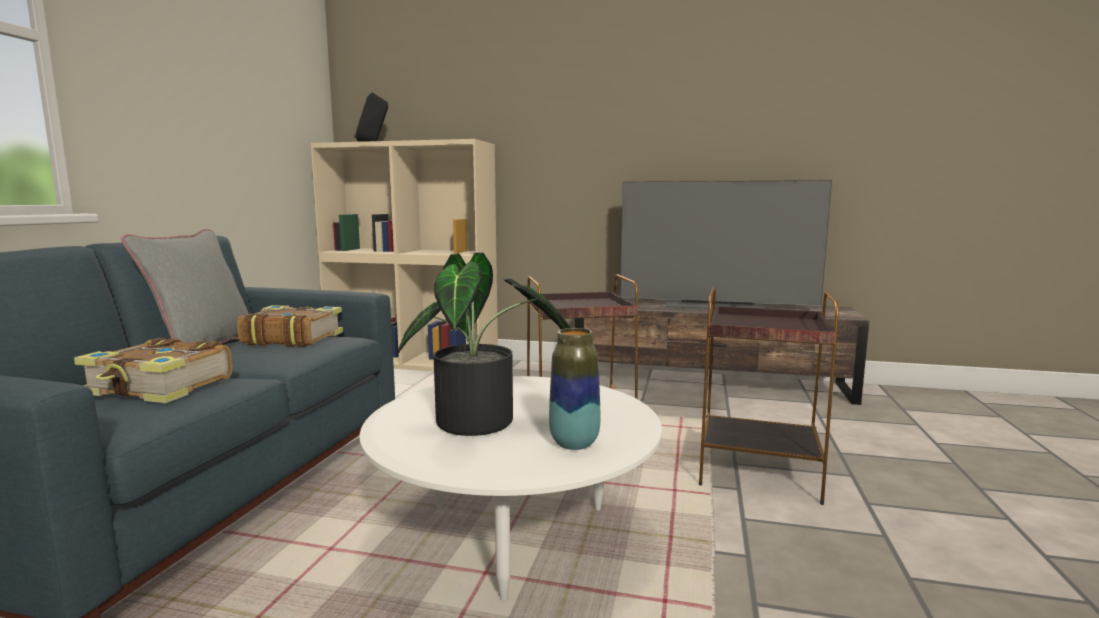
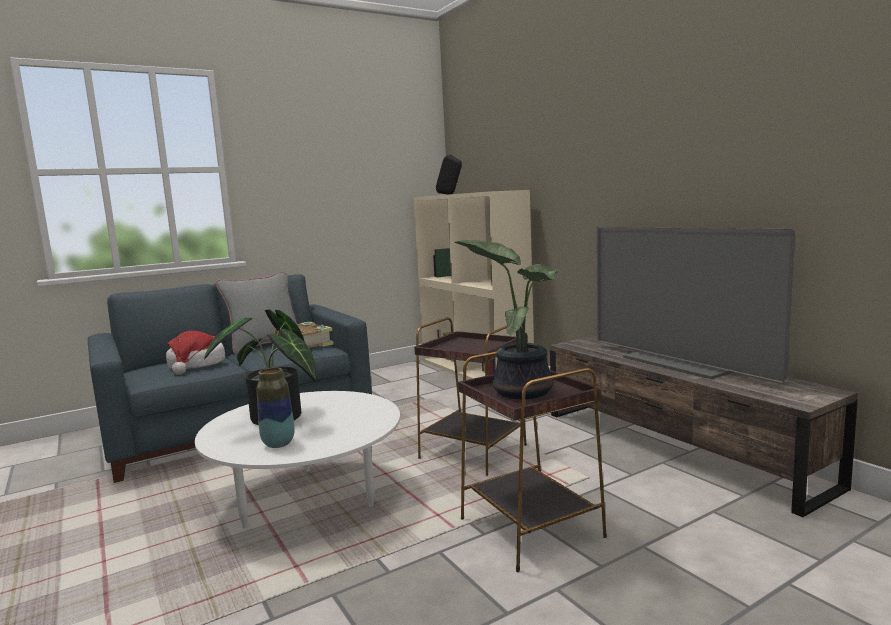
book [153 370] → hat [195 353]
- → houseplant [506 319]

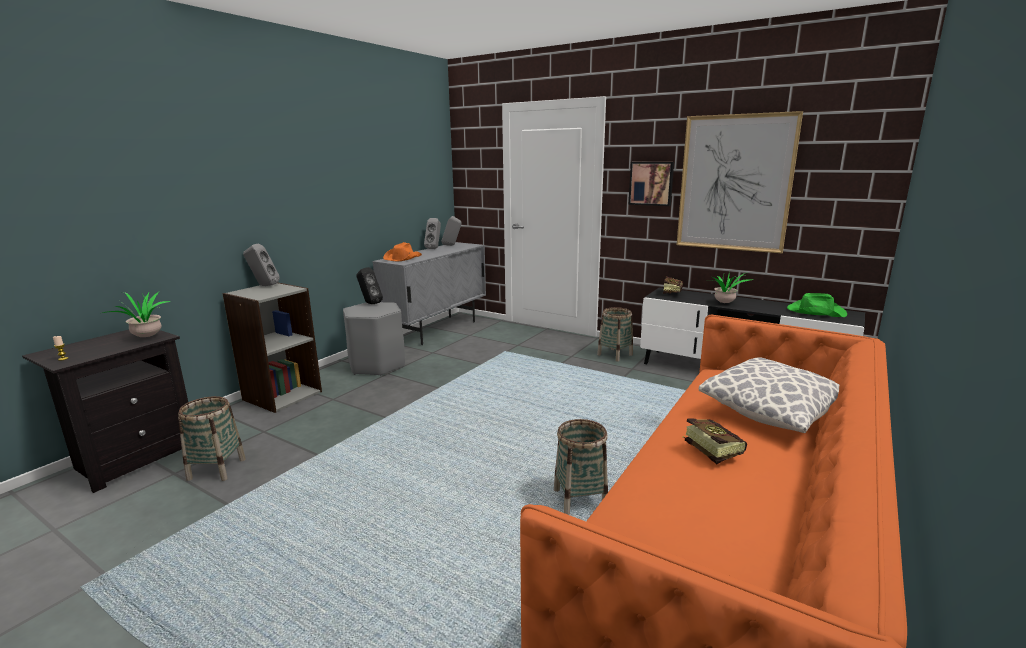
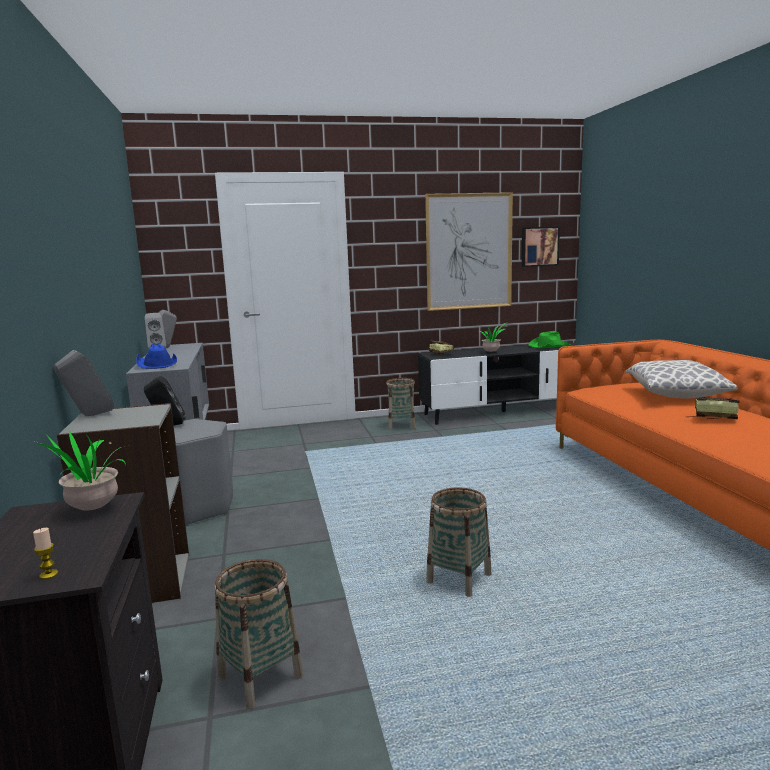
orange hat [402 251] → bluish hat [156 356]
household basket [581 467] → household basket [458 542], shifted
picture [651 184] → picture [541 246], shifted

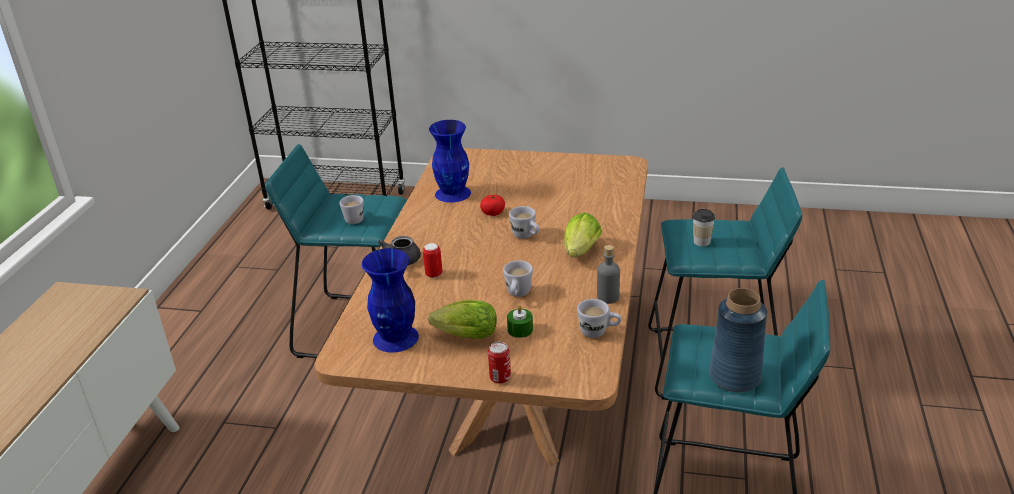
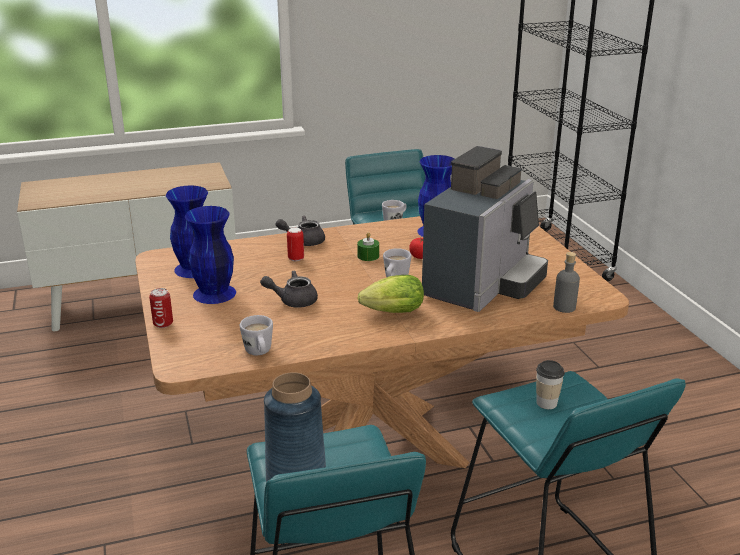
lettuce [462 319] → bluish decorative vase [210 255]
white tea mug [518 278] → gray tea pot [289 289]
green-coloured candle [520 321] → green-coloured candle [368 246], shifted
gray drink bottle [608 274] → gray drink bottle [566 282], shifted
- → coffee maker [485 229]

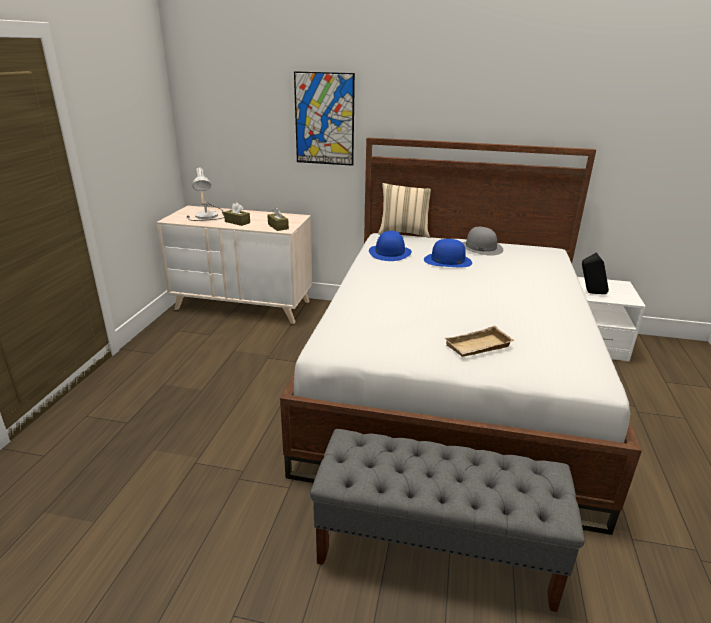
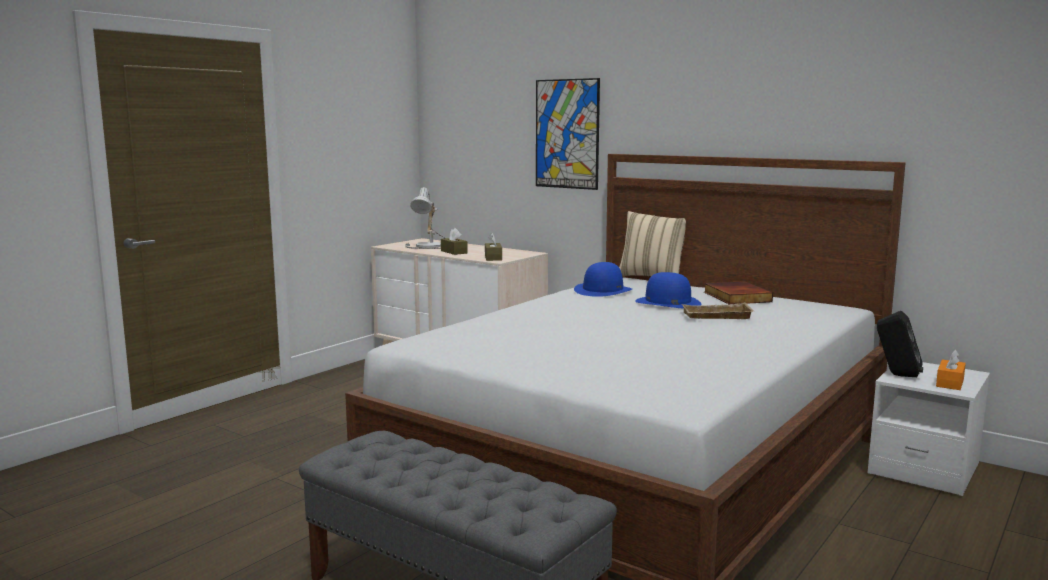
beige serving tray [480 341] → beige serving tray [718 311], shifted
gray hat [482 241] → book [738 292]
- → orange box of tissues [951 370]

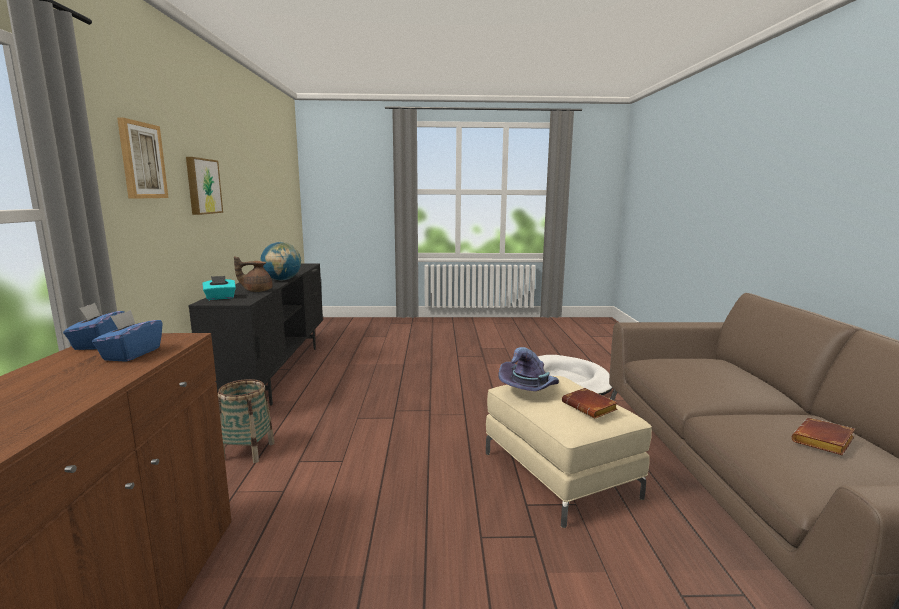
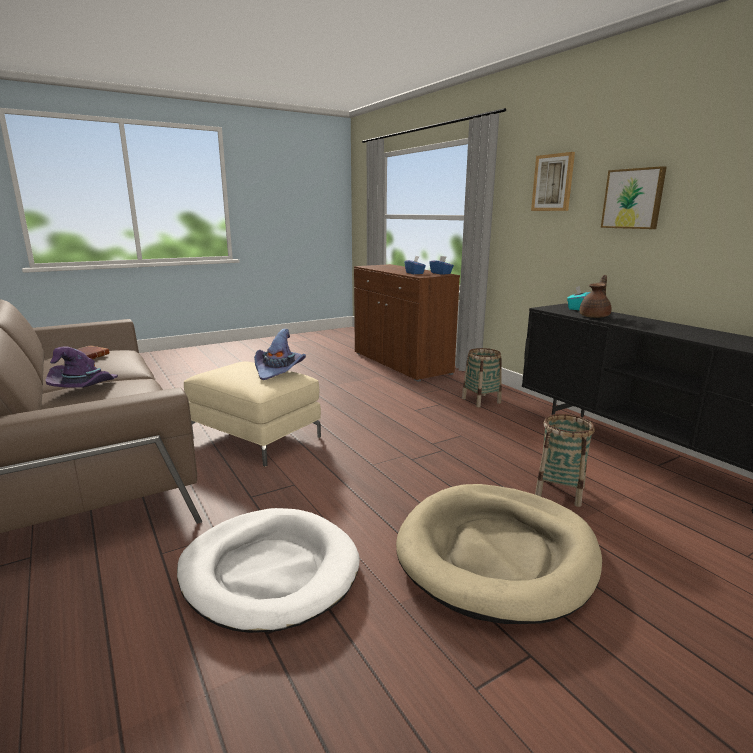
globe [280 261] → -
brownish book [590 403] → -
- → purple-coloured hat [82 367]
- → beige pet bed [499 554]
- → household basket [565 460]

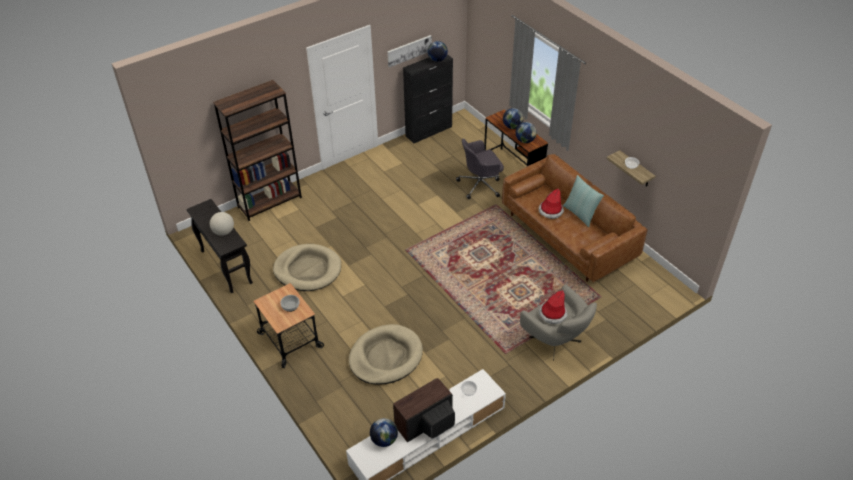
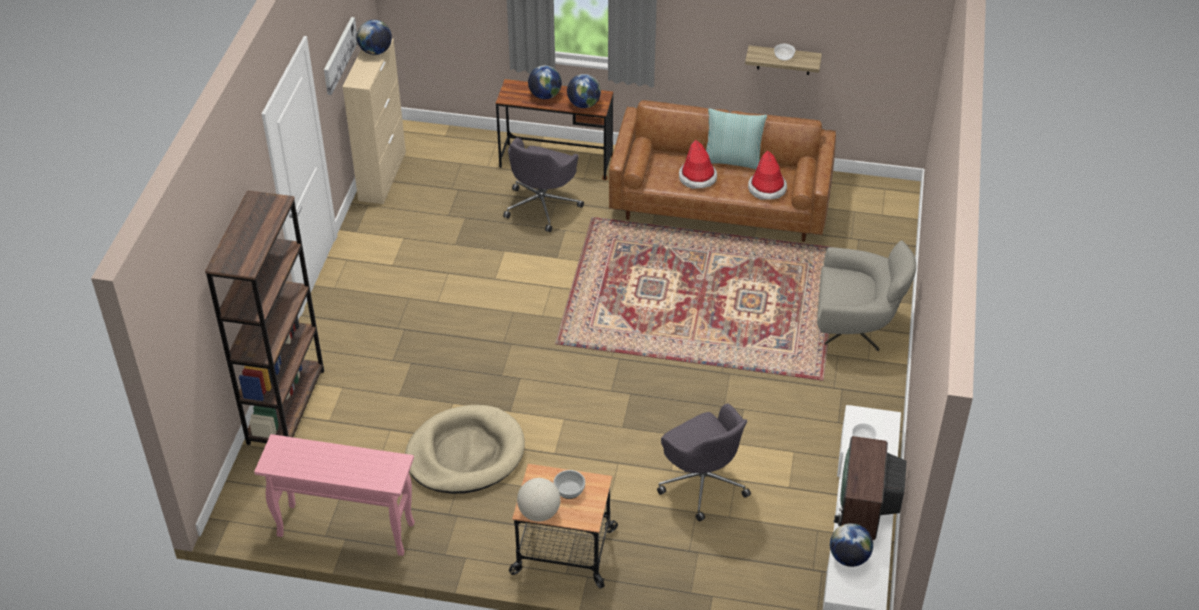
blackish narrow table [219 246] → pinkish narrow table [334 495]
globe [222 224] → globe [539 500], shifted
beige pet bed [386 354] → gray office chair [704 462]
blackish cabinet [428 98] → beige cabinet [374 121]
hat [553 307] → hat [767 175], shifted

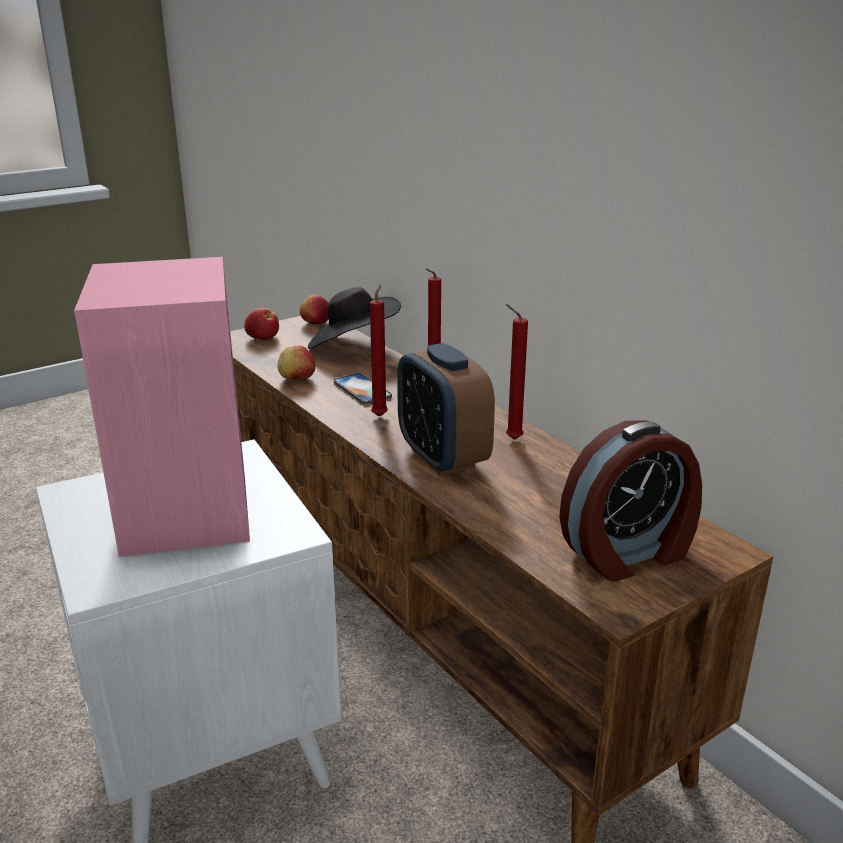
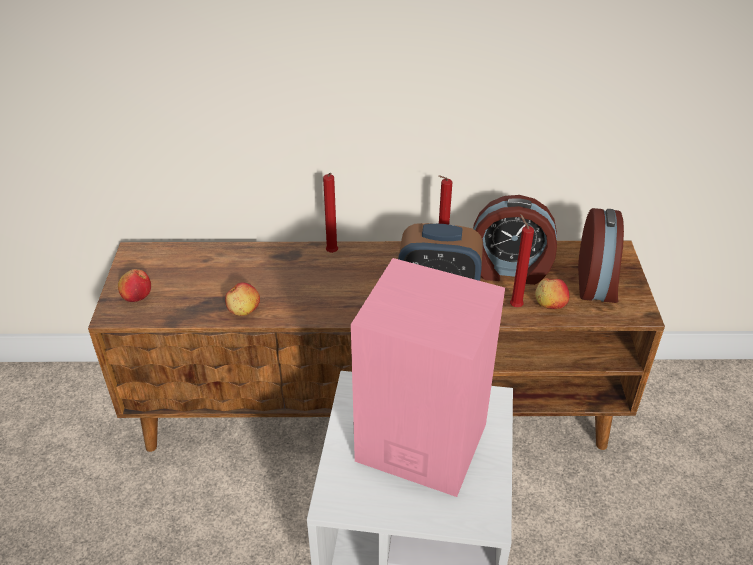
whole apple [314 309] → whole apple [552 293], shifted
blackish hat [354 318] → -
telephone [363 388] → -
red candle [379 350] → red candle [522 260], shifted
- → bedside clock [515 240]

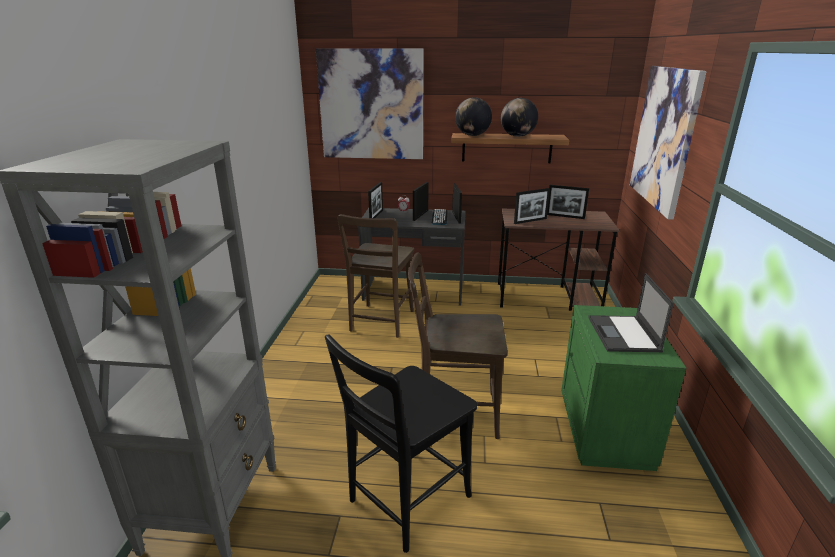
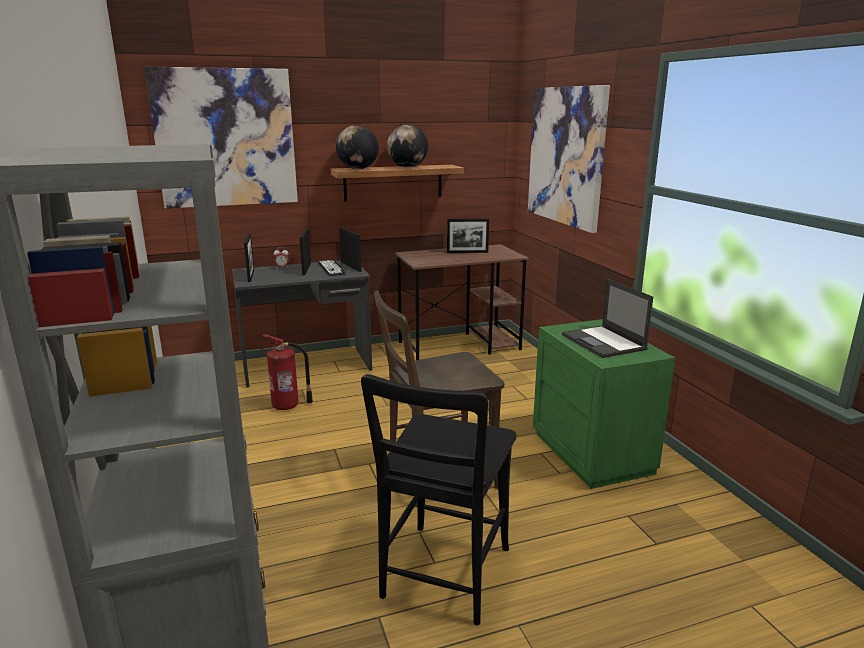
brownish plain chair [375 276] → fire-fighting cylinder [287 372]
photo frame [532 206] → -

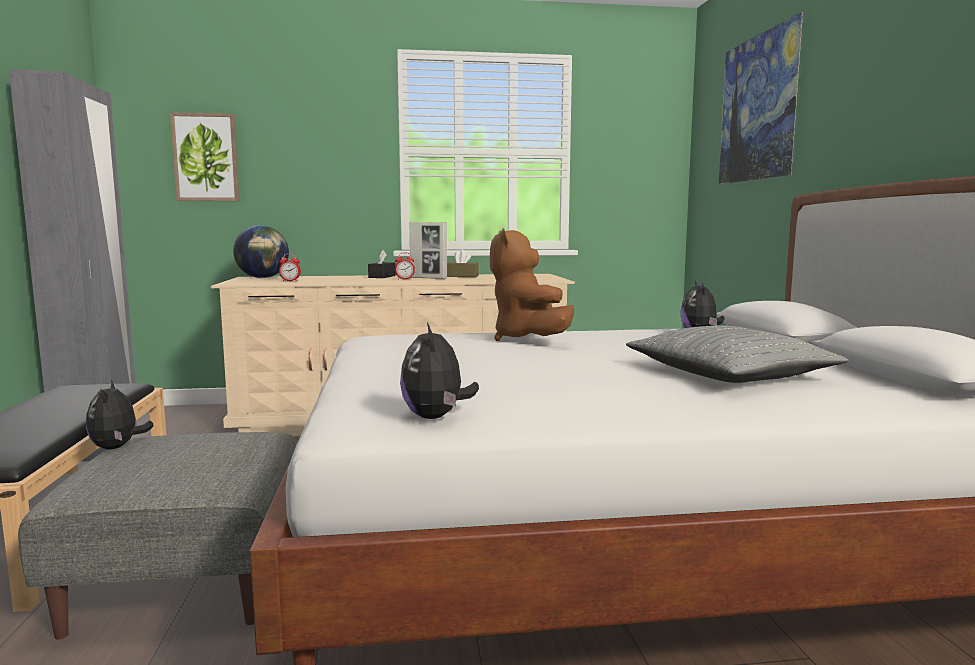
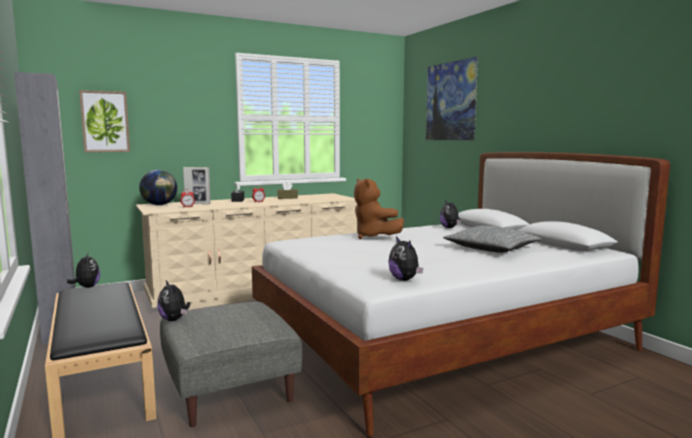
photo frame [428 250] → photo frame [197 185], shifted
- → cuddly toy [83 270]

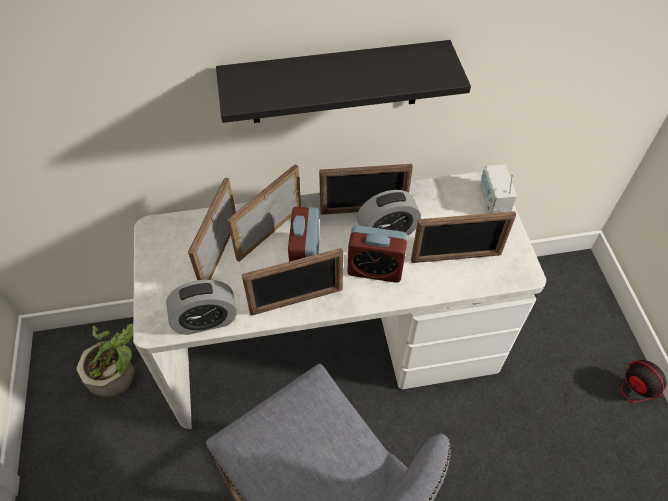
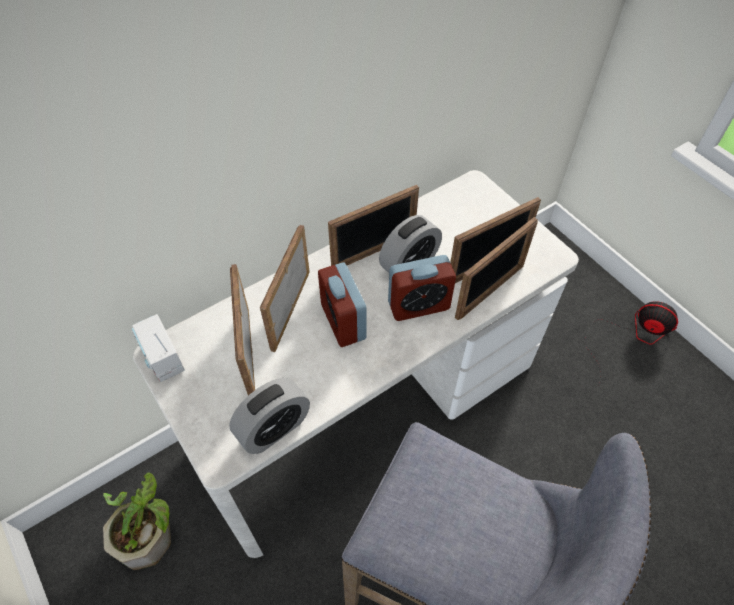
blackish shelf [343 81] → -
photo frame [292 281] → photo frame [496 268], shifted
radio set [498 188] → radio set [158 348], shifted

